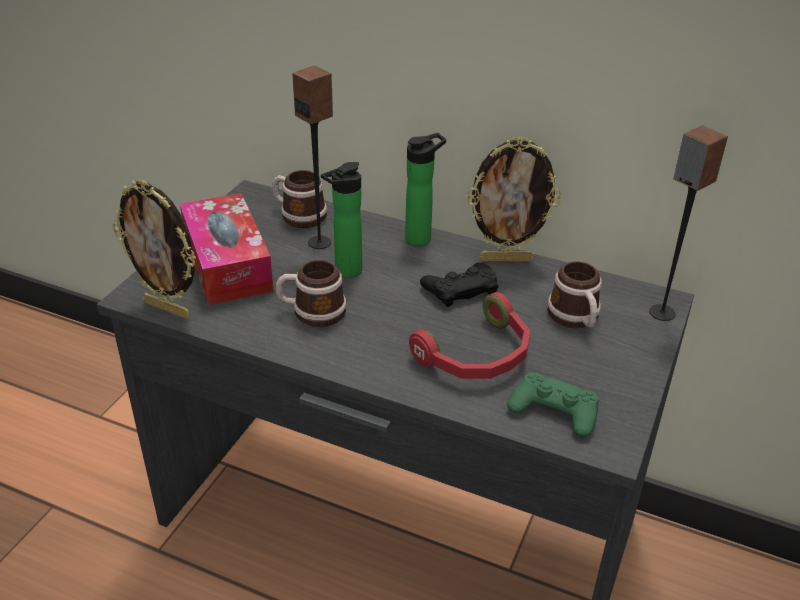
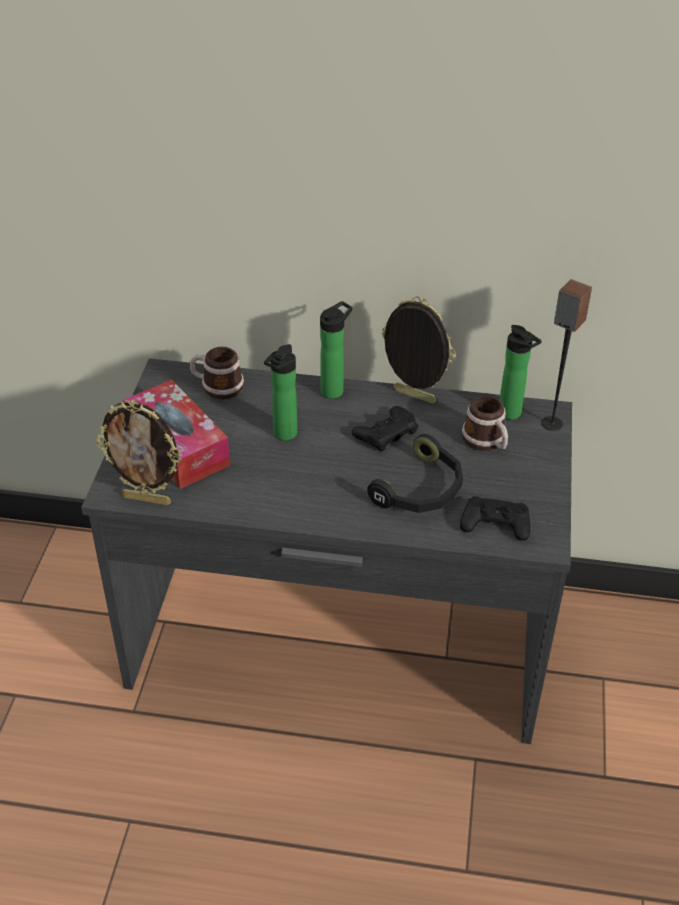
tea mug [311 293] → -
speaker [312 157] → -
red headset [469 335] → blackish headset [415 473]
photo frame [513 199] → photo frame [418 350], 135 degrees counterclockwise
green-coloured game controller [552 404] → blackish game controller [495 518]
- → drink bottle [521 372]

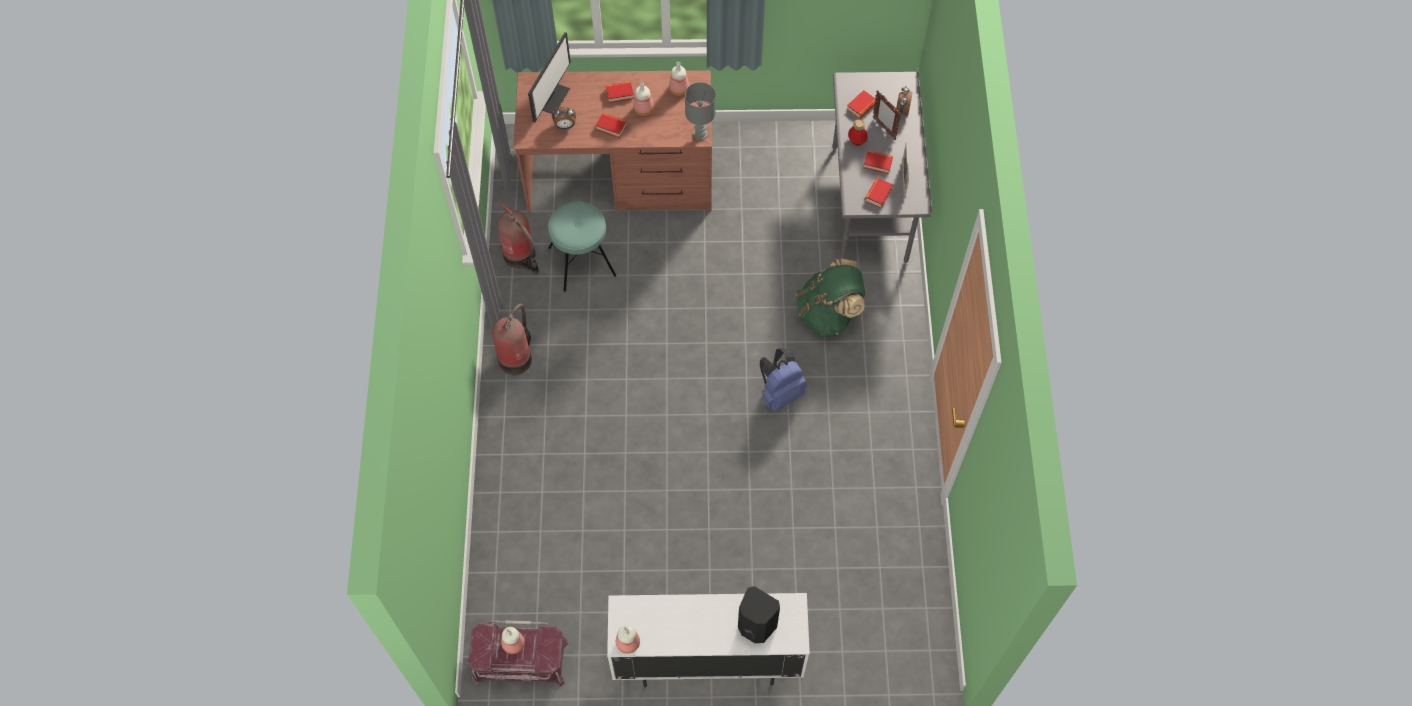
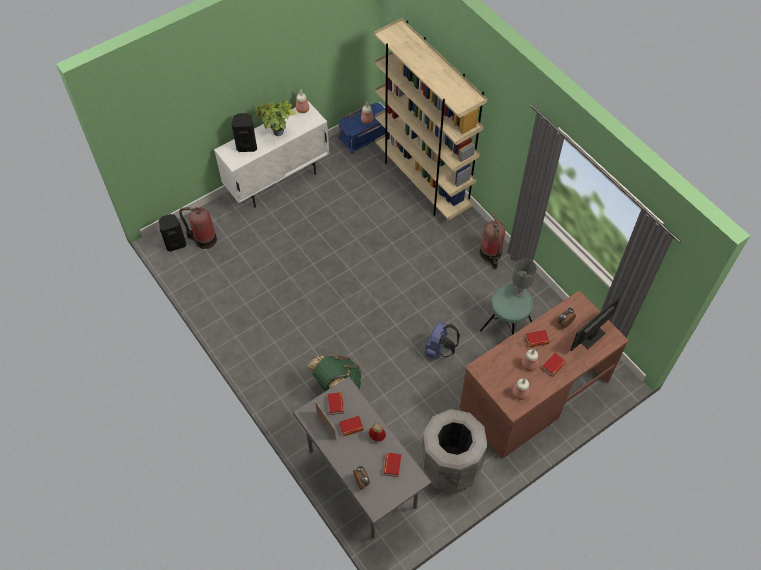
red storage box [518 653] → bluish storage box [362 128]
fire-fighting cylinder [518 238] → fire-fighting cylinder [198 228], shifted
computer display [549 77] → computer display [596 323], 60 degrees clockwise
gray table lamp [700 111] → gray table lamp [524 278], shifted
bluish rucksack [783 379] → bluish rucksack [442 340], shifted
photo frame [887 115] → -
- → blackish speaker [172 233]
- → houseplant [275 118]
- → beige bookshelf [431 119]
- → gray waste bin [454 451]

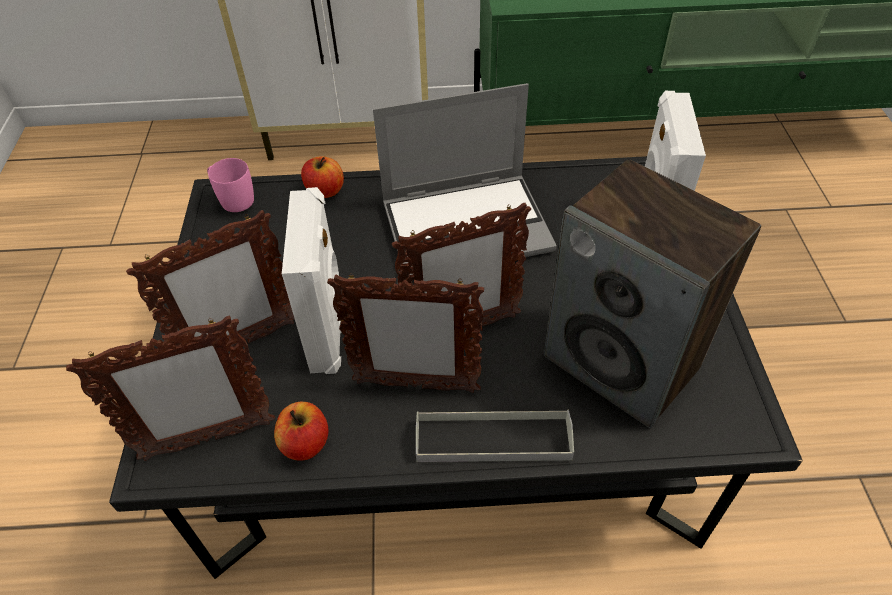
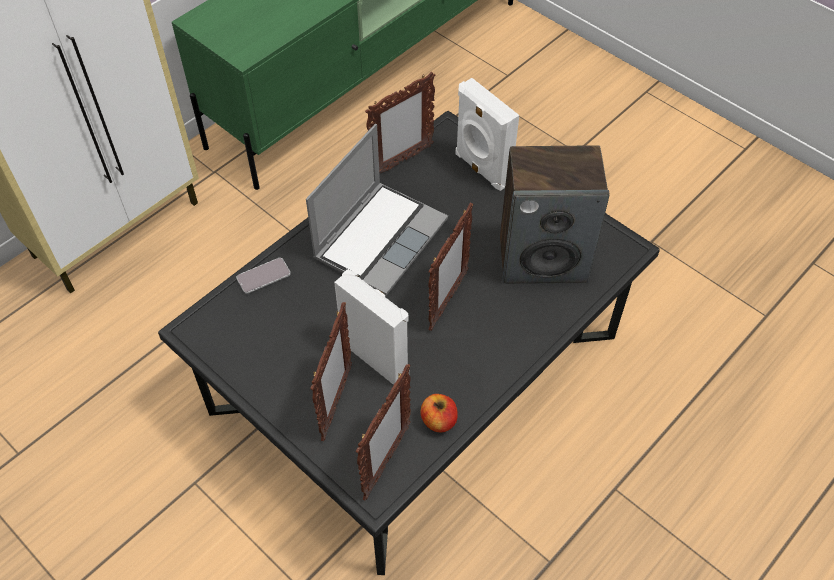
pinkish tea mug [230 185] → -
whole apple [322 177] → telephone [263 276]
photo frame [405 333] → photo frame [400 123], shifted
gray serving tray [495 436] → -

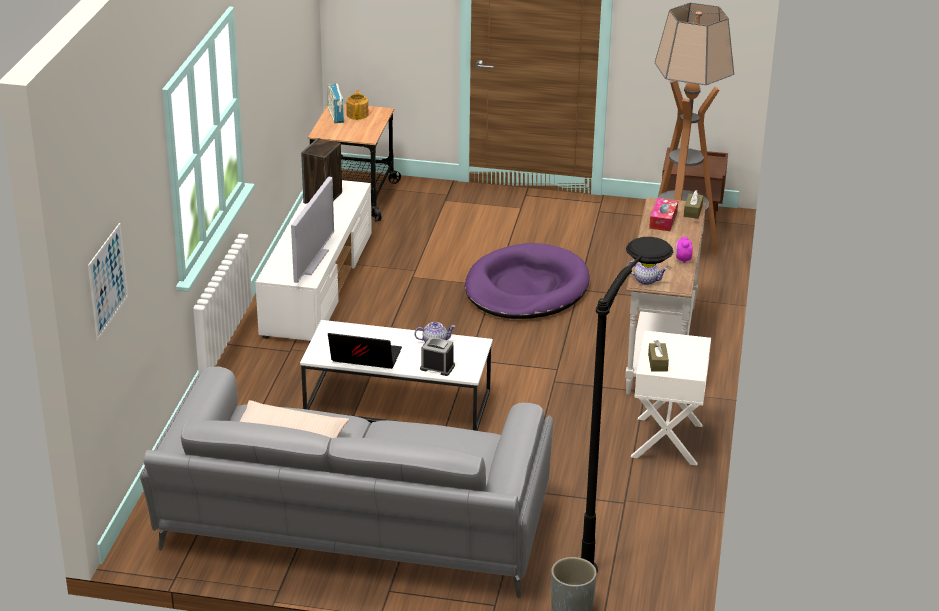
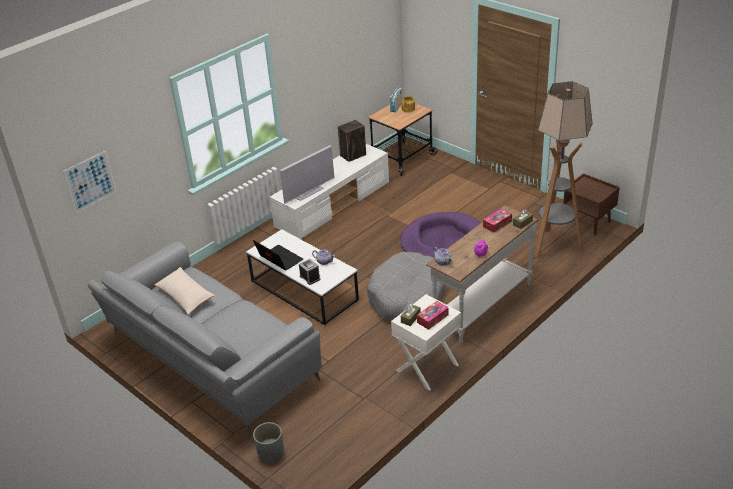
blackish standing lamp [627 404] → -
- → gray pet bed [406 286]
- → box of tissues [433 315]

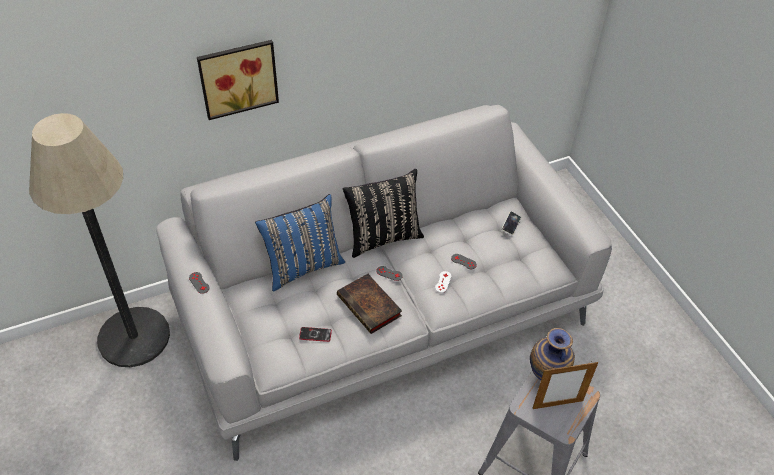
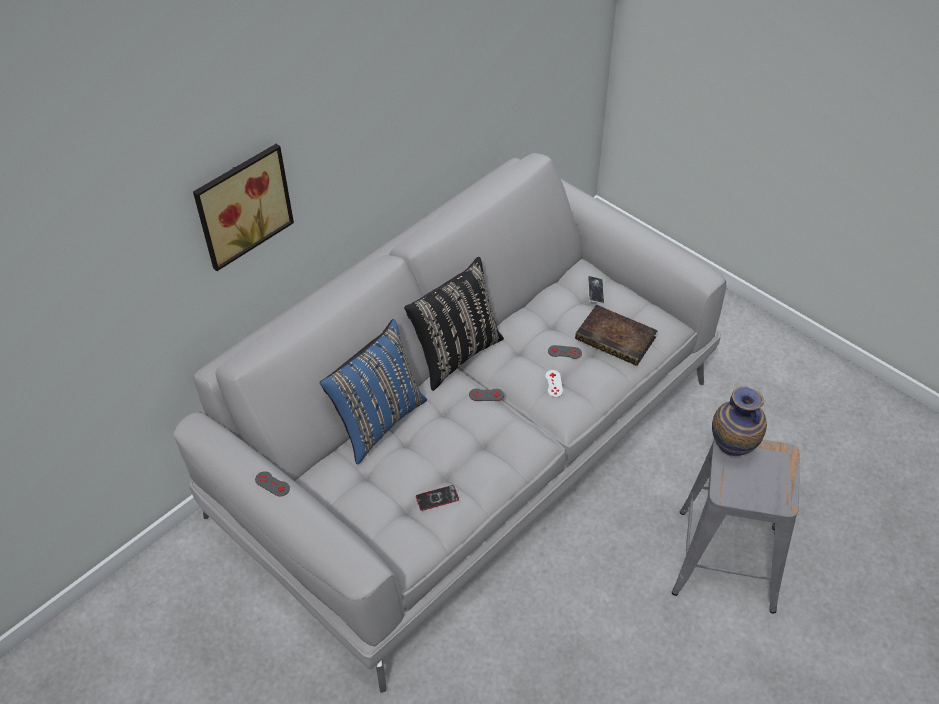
standing lamp [99 240] → -
book [369 304] → book [616 335], shifted
photo frame [565 385] → -

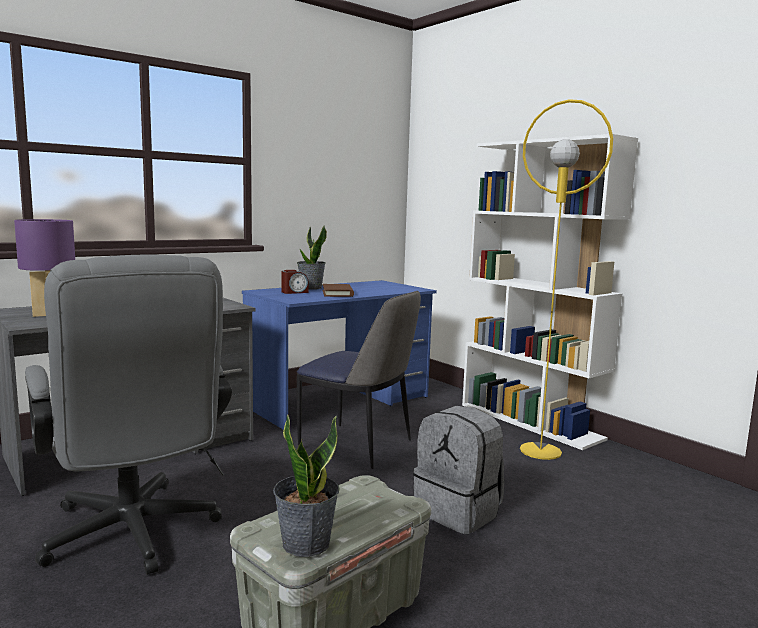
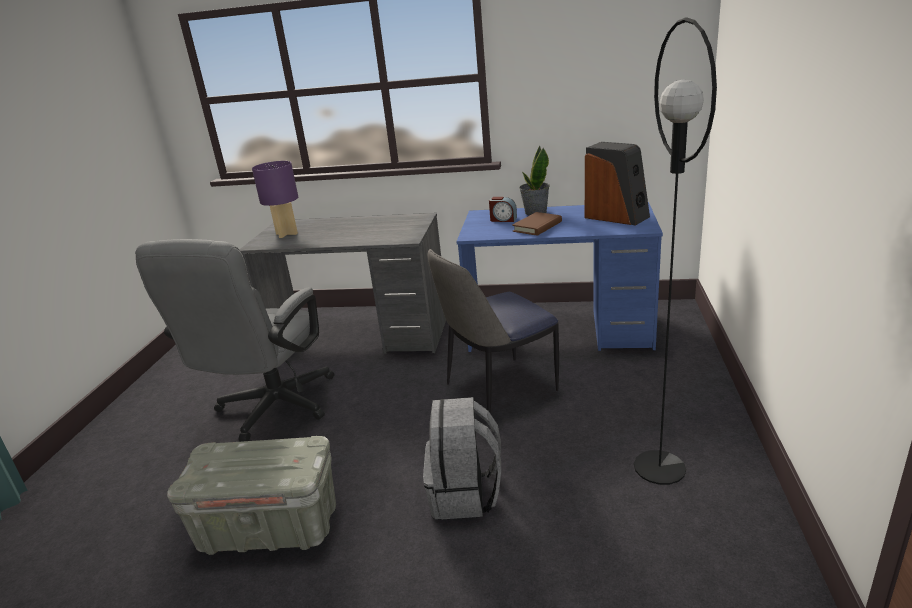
houseplant [306 486] → -
plain chair [359 380] → plain chair [493 331], 75 degrees clockwise
white bookshelf [550 292] → -
yellow-coloured standing lamp [566 279] → blackish standing lamp [675 251]
- → speaker [617 184]

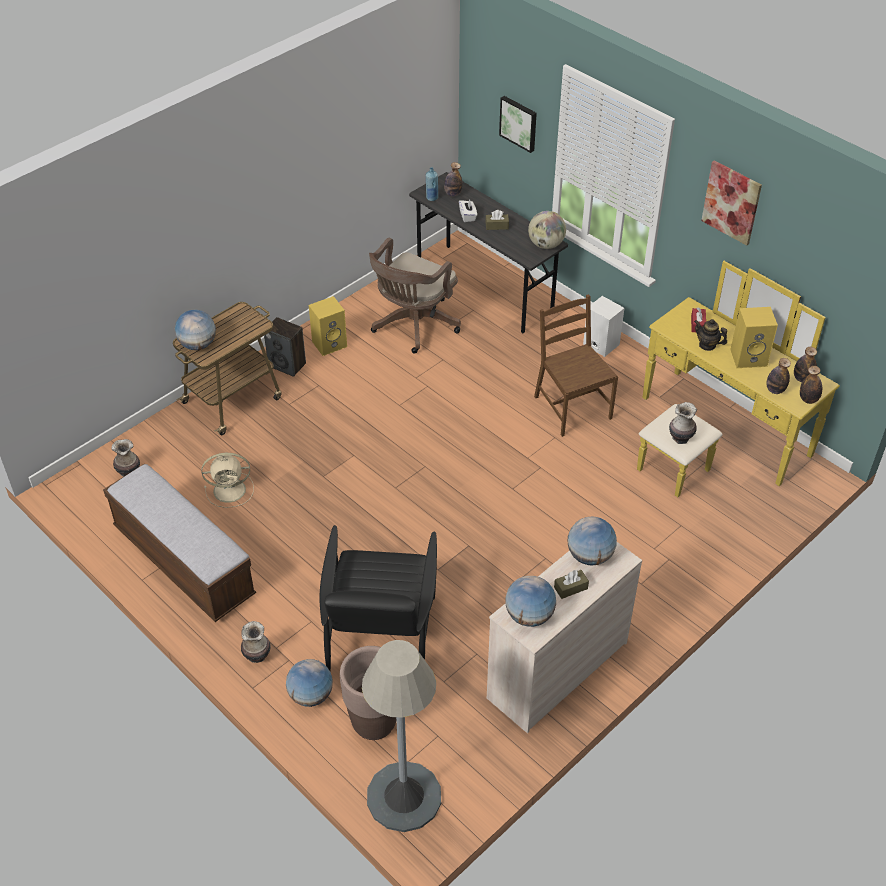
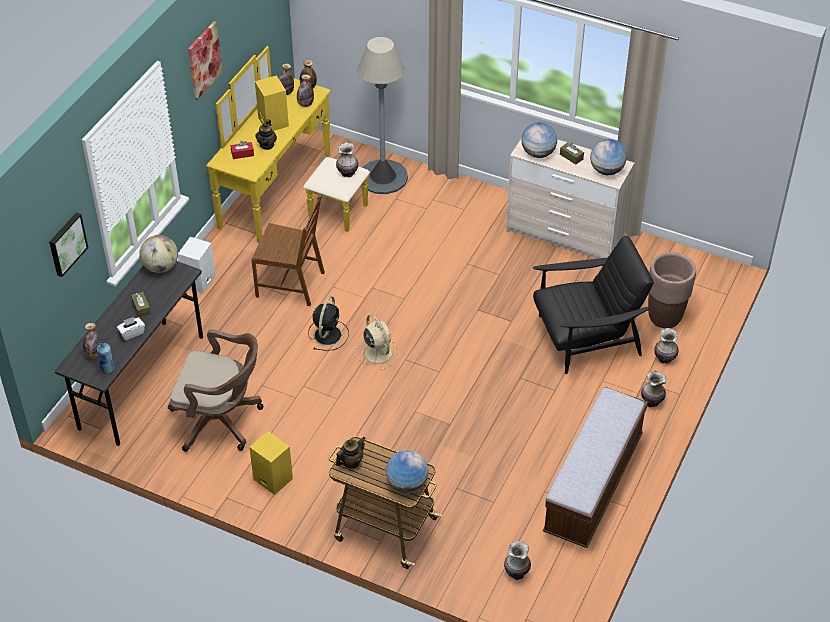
beige cooling fan [227 480] → beige cooling fan [377 342], shifted
speaker [285 347] → -
globe [309 683] → decorative vase [666 346]
gray standing lamp [401 736] → gray standing lamp [383 115], shifted
brownish plain chair [576 365] → brownish plain chair [288 250], 120 degrees counterclockwise
- → blackish cooling fan [328 323]
- → tea pot [351 452]

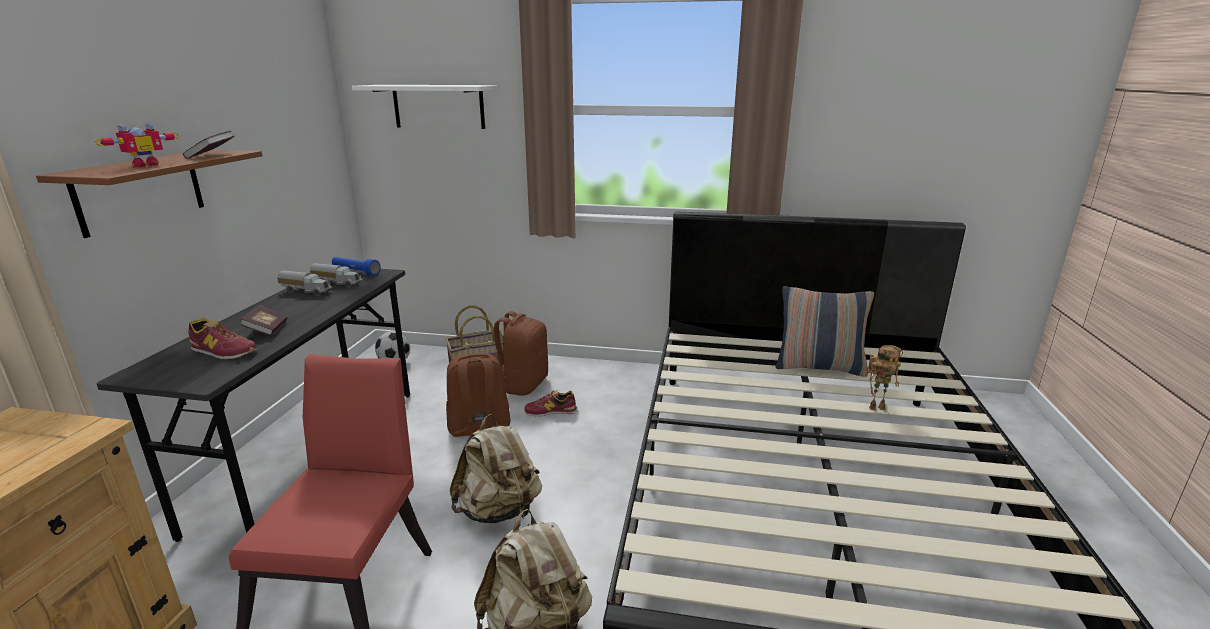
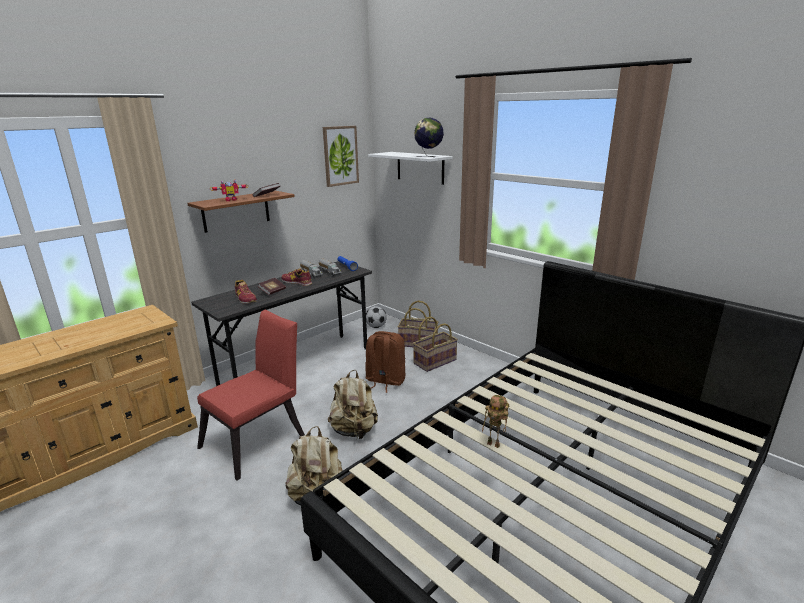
brownish rucksack [521 353] → household basket [435 344]
low shoe [551 403] → low shoe [296 277], shifted
cushion [824 331] → -
robot figure [885 377] → robot figure [495 421], shifted
- → picture [341 156]
- → globe [429 137]

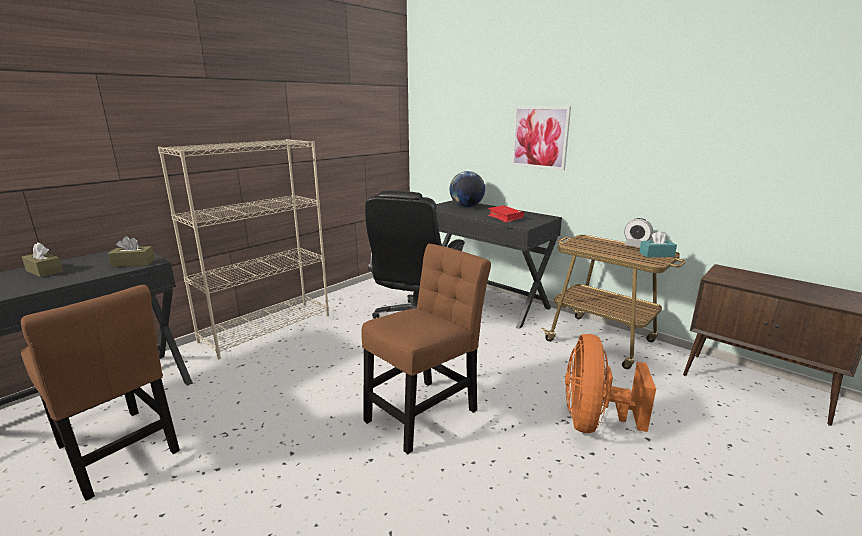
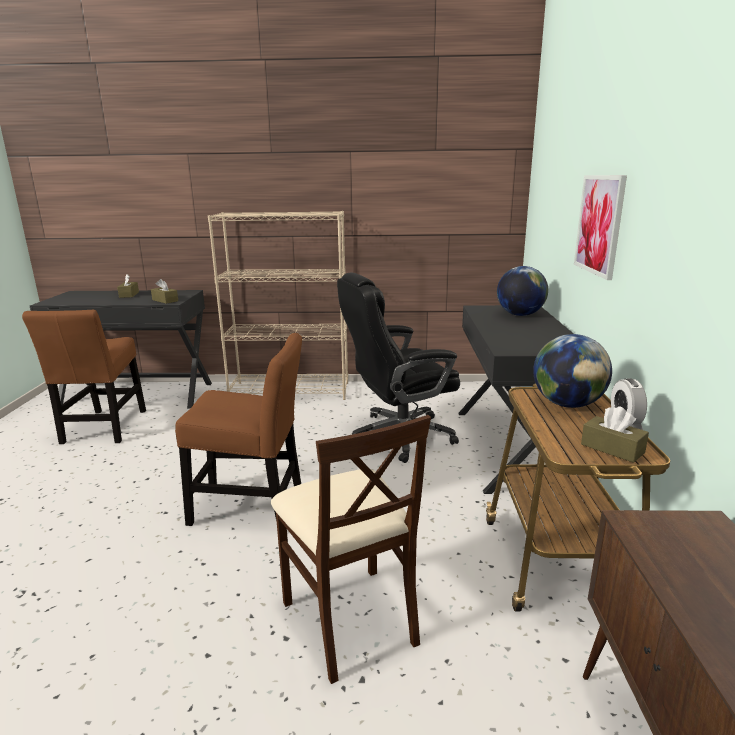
red book [506 214] → -
orange cooling fan [610 383] → beige plain chair [351 549]
turquoise box of tissues [658 244] → brownish box of tissues [615 434]
- → globe [572 371]

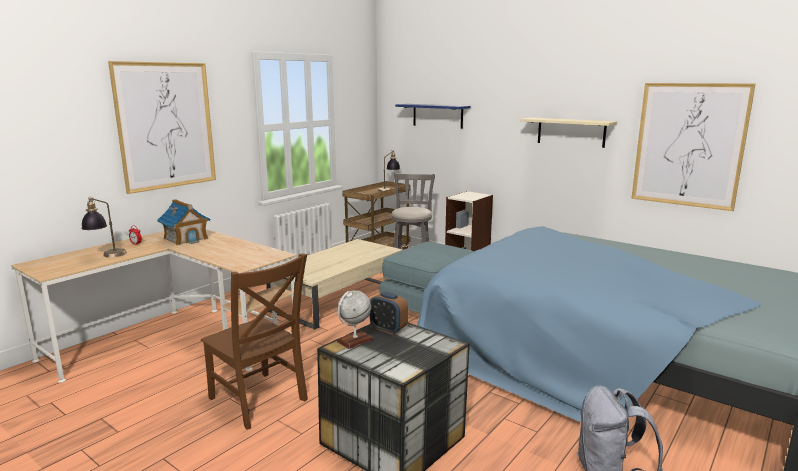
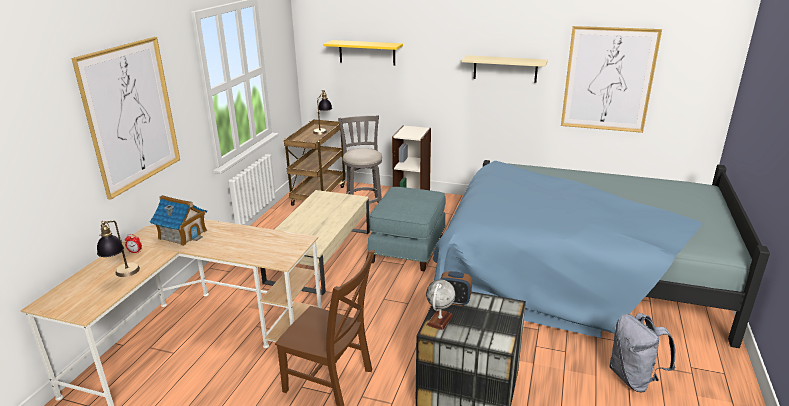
bluish shelf [433 116] → yellow-coloured shelf [363 53]

